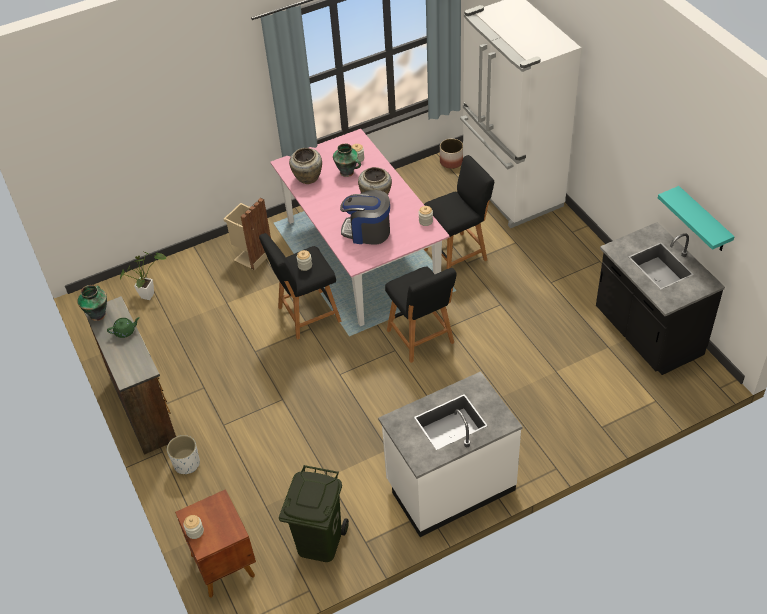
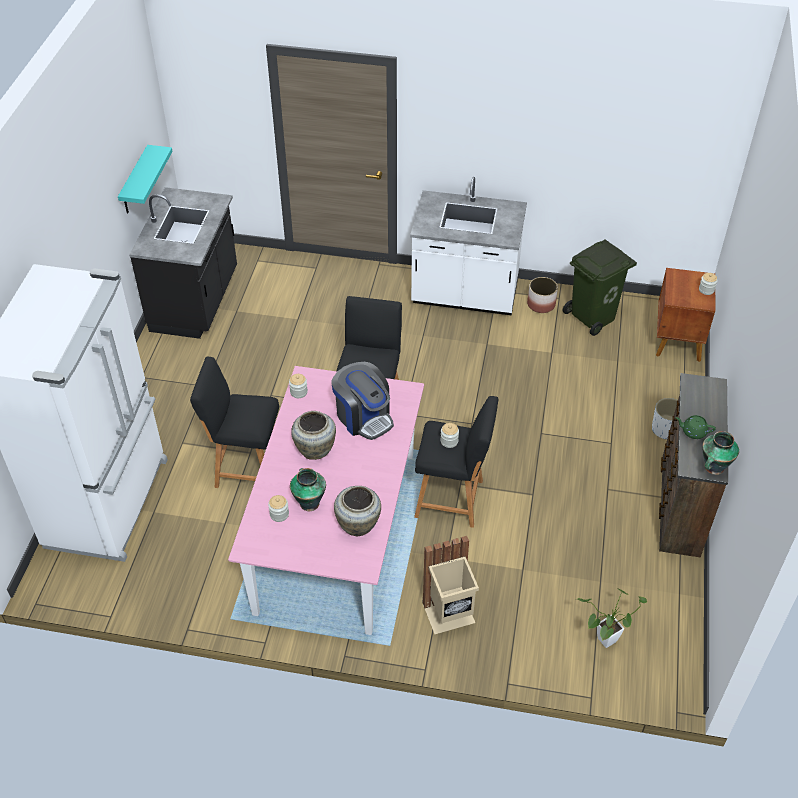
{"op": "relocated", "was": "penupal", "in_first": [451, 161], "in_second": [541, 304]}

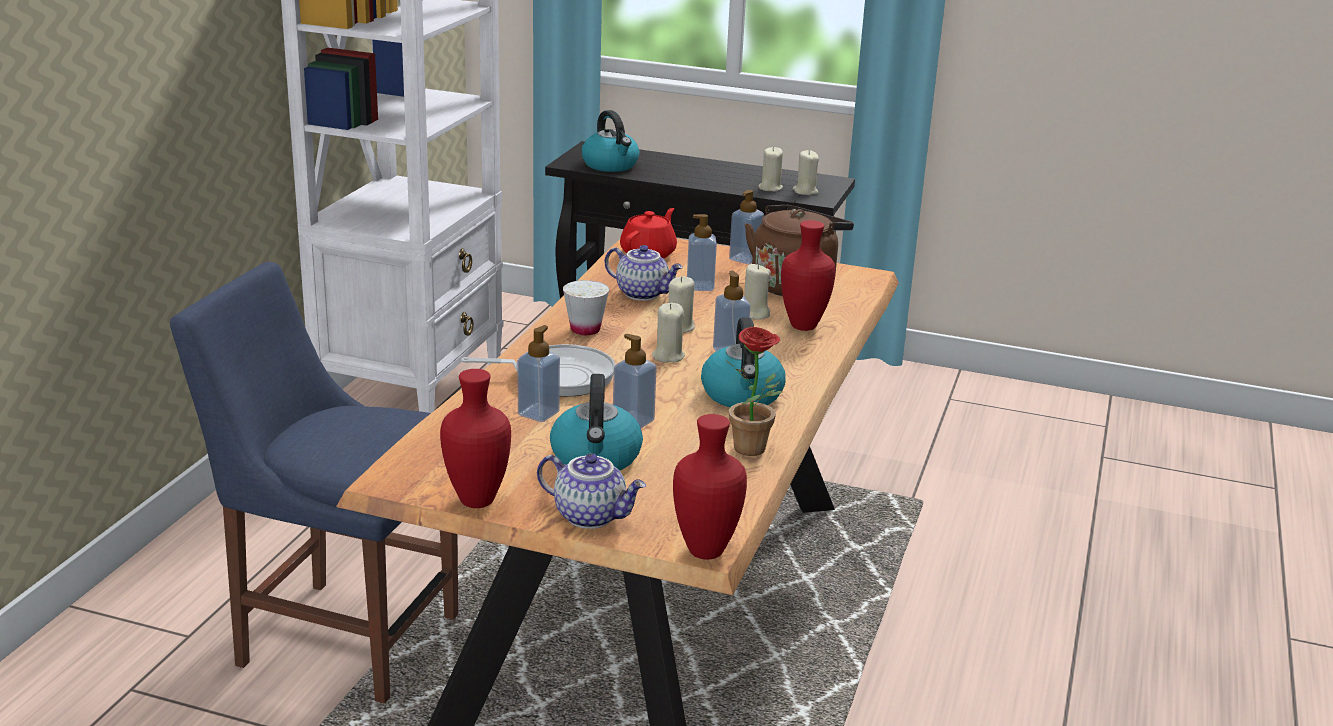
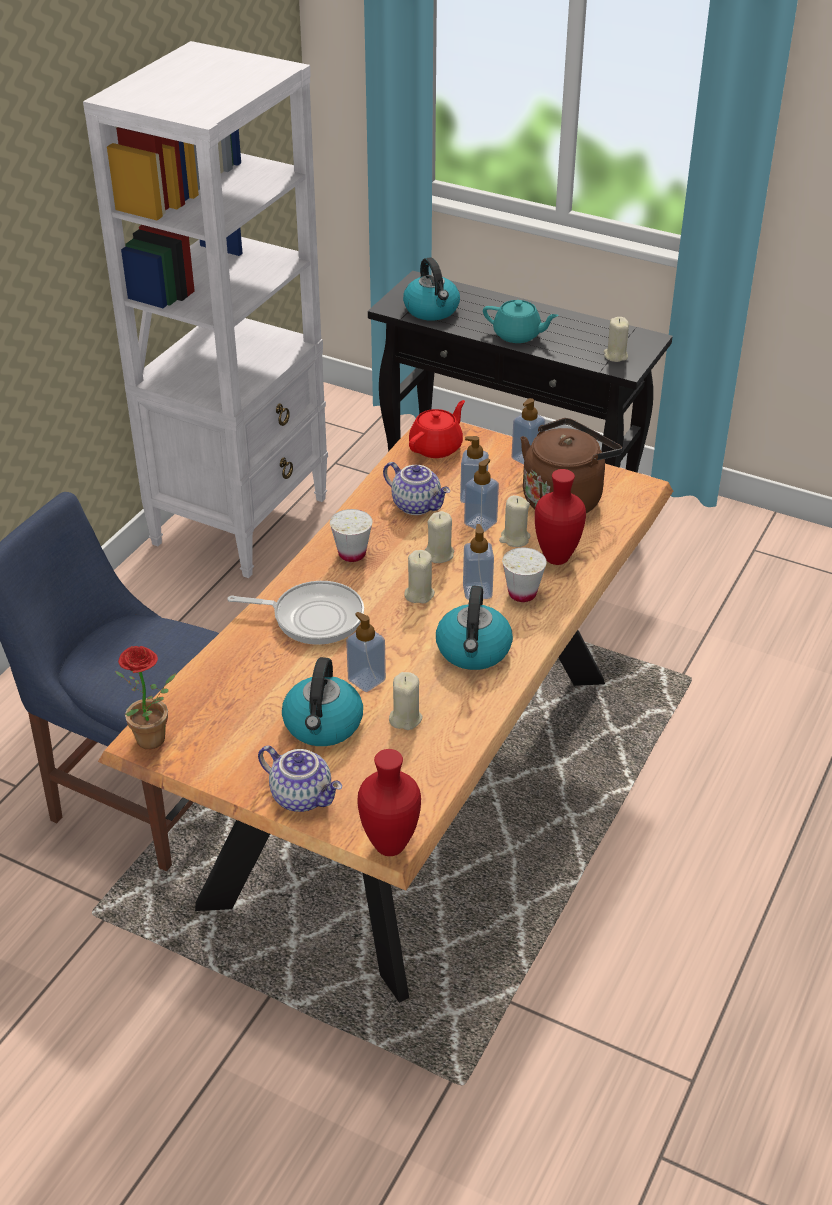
{"op": "missing", "was": "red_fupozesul", "in_first": [479, 501]}
{"op": "appeared", "now": "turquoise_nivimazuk", "in_second": [518, 335]}
{"op": "appeared", "now": "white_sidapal", "in_second": [522, 593]}
{"op": "relocated", "was": "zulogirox", "in_first": [538, 413], "in_second": [480, 523]}
{"op": "relocated", "was": "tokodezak", "in_first": [755, 451], "in_second": [153, 743]}
{"op": "relocated", "was": "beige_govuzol", "in_first": [770, 188], "in_second": [405, 718]}

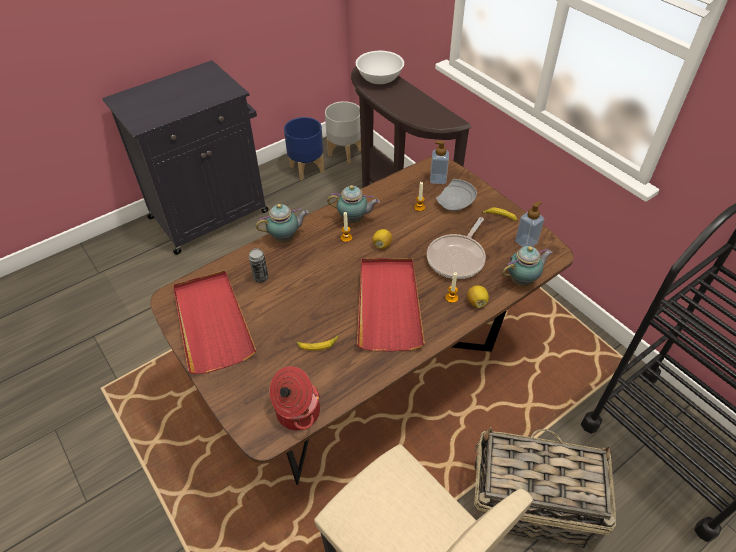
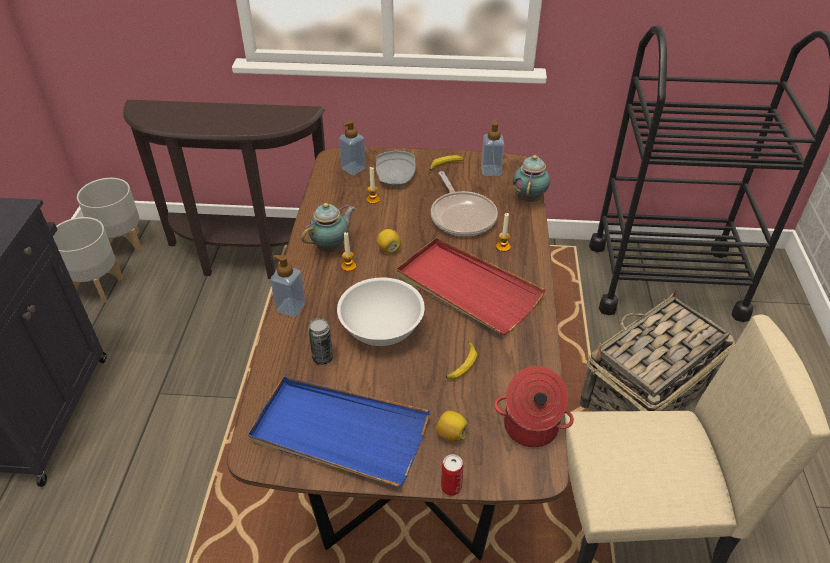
{"op": "appeared", "now": "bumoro", "in_second": [451, 487]}
{"op": "relocated", "was": "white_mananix", "in_first": [379, 78], "in_second": [381, 329]}
{"op": "relocated", "was": "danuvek", "in_first": [476, 302], "in_second": [451, 434]}
{"op": "exchanged", "was": "nivimazuk", "now": "zulogirox", "in_first": [286, 238], "in_second": [291, 307]}
{"op": "colour", "was": "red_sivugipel", "now": "blue_sivugipel", "in_first": [212, 322], "in_second": [339, 433]}
{"op": "colour", "was": "blue_penupal", "now": "grey_penupal", "in_first": [306, 169], "in_second": [97, 288]}

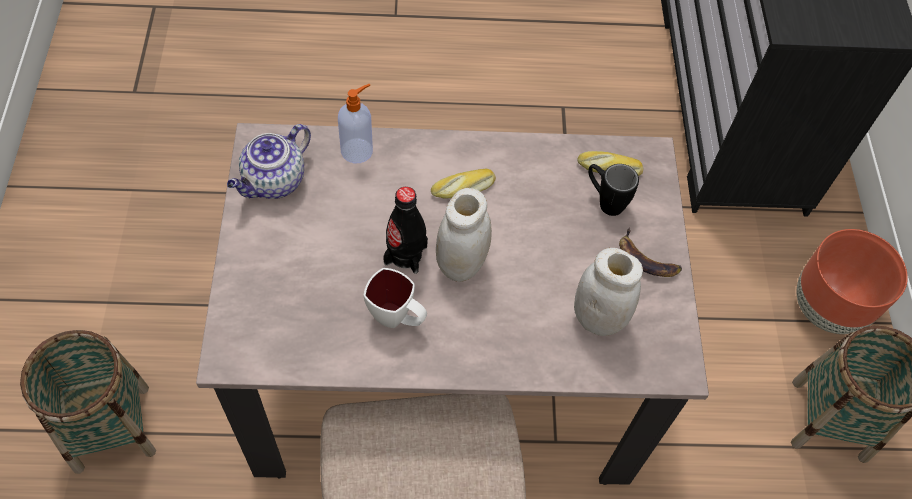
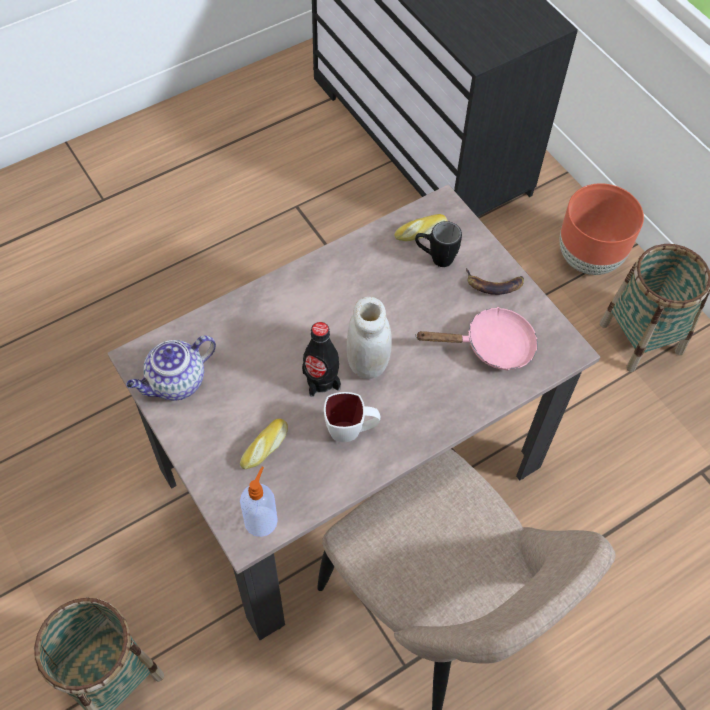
{"op": "relocated", "was": "zulogirox", "in_first": [358, 150], "in_second": [261, 520]}
{"op": "relocated", "was": "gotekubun", "in_first": [463, 189], "in_second": [265, 448]}
{"op": "exchanged", "was": "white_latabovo", "now": "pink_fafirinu", "in_first": [598, 318], "in_second": [491, 346]}
{"op": "spun", "was": "nivimazuk", "in_first": [274, 182], "in_second": [176, 383], "clockwise": 45}

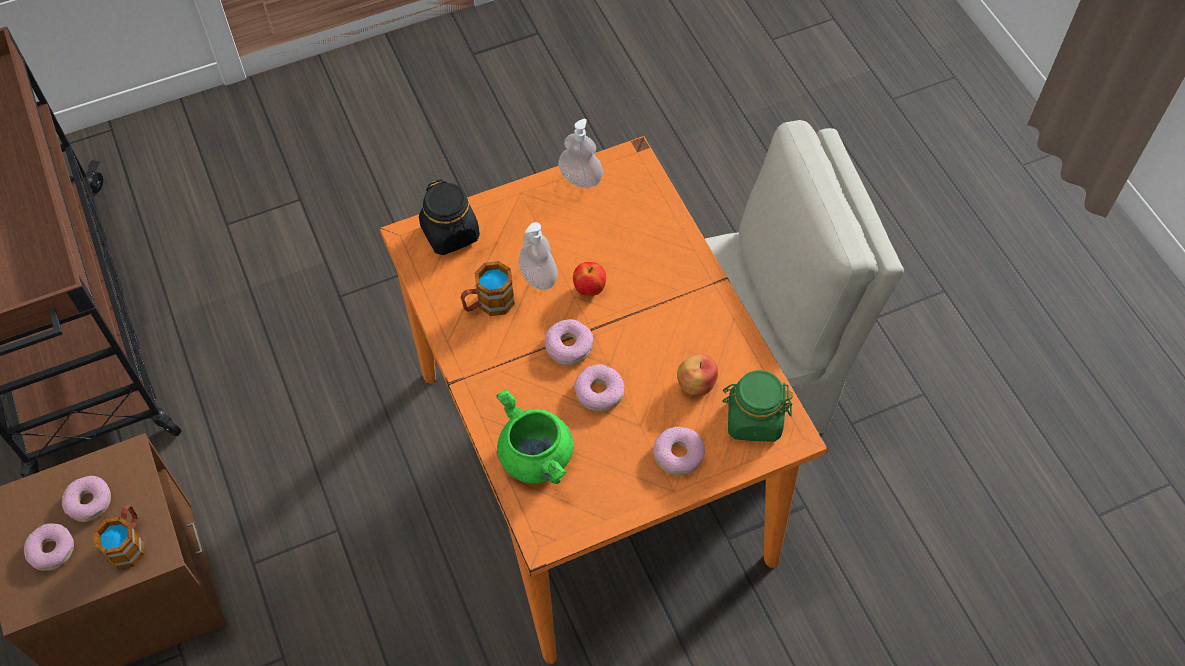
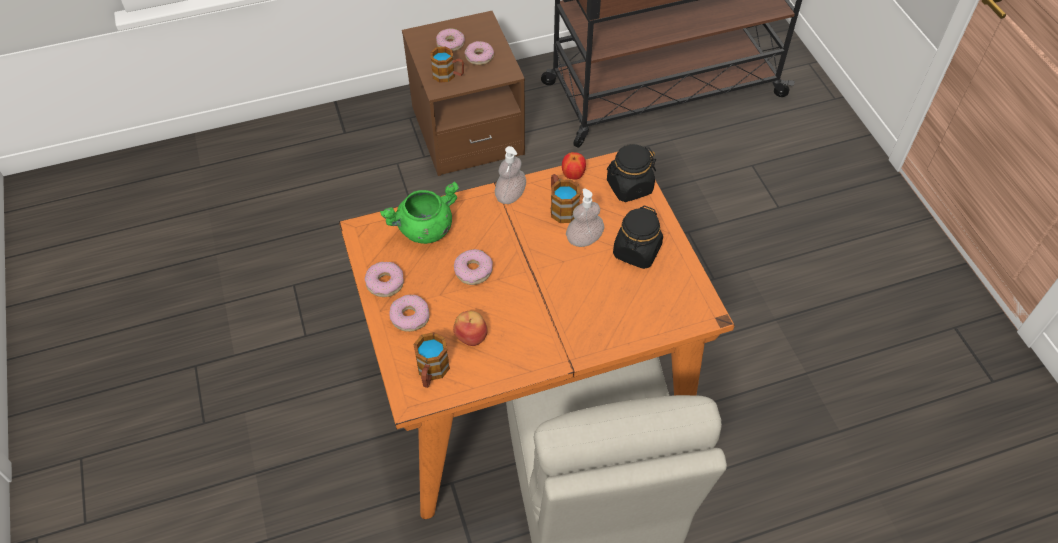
{"op": "appeared", "now": "black_latabovo", "in_second": [637, 251]}
{"op": "relocated", "was": "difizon", "in_first": [569, 346], "in_second": [385, 283]}
{"op": "relocated", "was": "zulogirox", "in_first": [580, 178], "in_second": [510, 195]}
{"op": "relocated", "was": "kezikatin", "in_first": [589, 289], "in_second": [573, 175]}
{"op": "exchanged", "was": "green_latabovo", "now": "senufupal", "in_first": [753, 419], "in_second": [431, 372]}

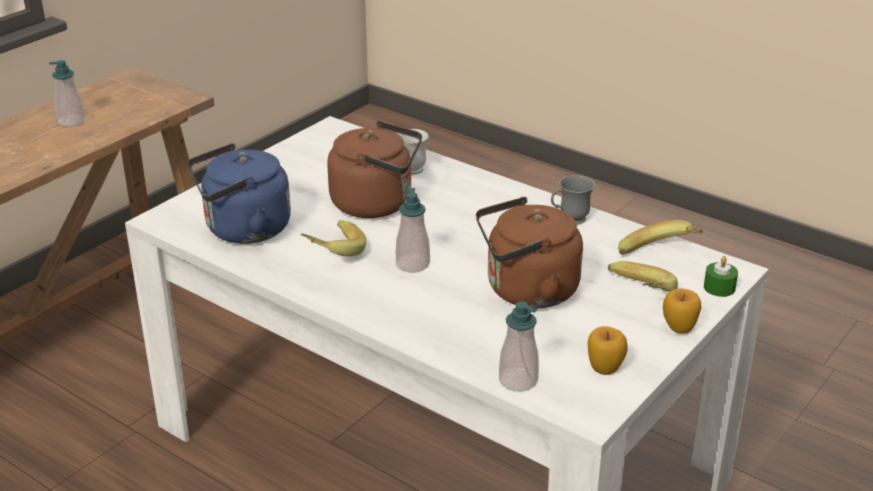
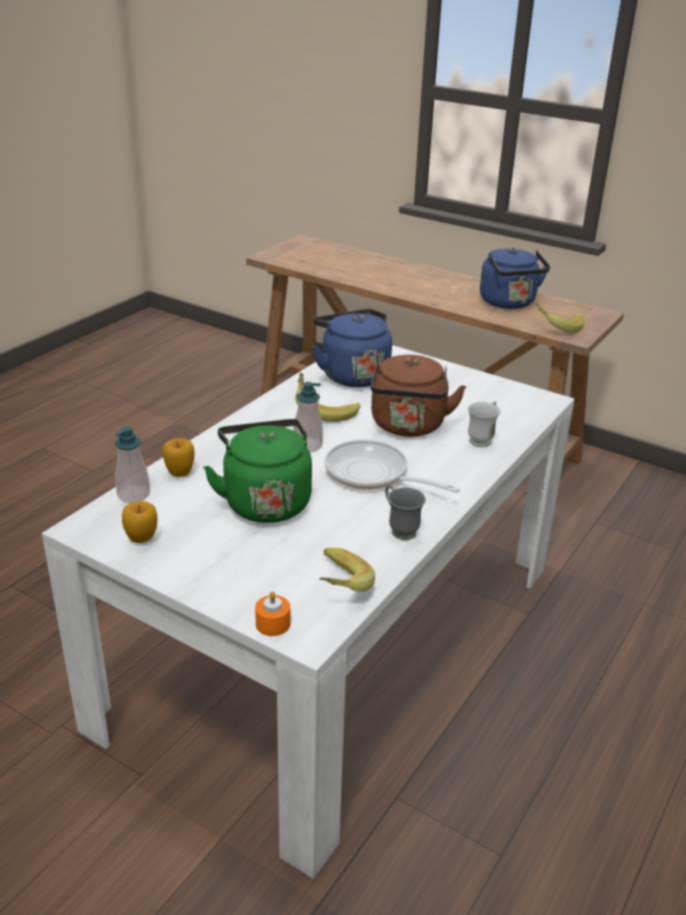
{"op": "appeared", "now": "fafirinu", "in_second": [372, 474]}
{"op": "relocated", "was": "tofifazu", "in_first": [636, 295], "in_second": [557, 327]}
{"op": "relocated", "was": "kezikatin", "in_first": [679, 328], "in_second": [180, 472]}
{"op": "exchanged", "was": "zulogirox", "now": "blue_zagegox", "in_first": [71, 121], "in_second": [509, 303]}
{"op": "colour", "was": "brown_zagegox", "now": "green_zagegox", "in_first": [526, 291], "in_second": [265, 501]}
{"op": "colour", "was": "green_govuzol", "now": "orange_govuzol", "in_first": [719, 287], "in_second": [273, 624]}

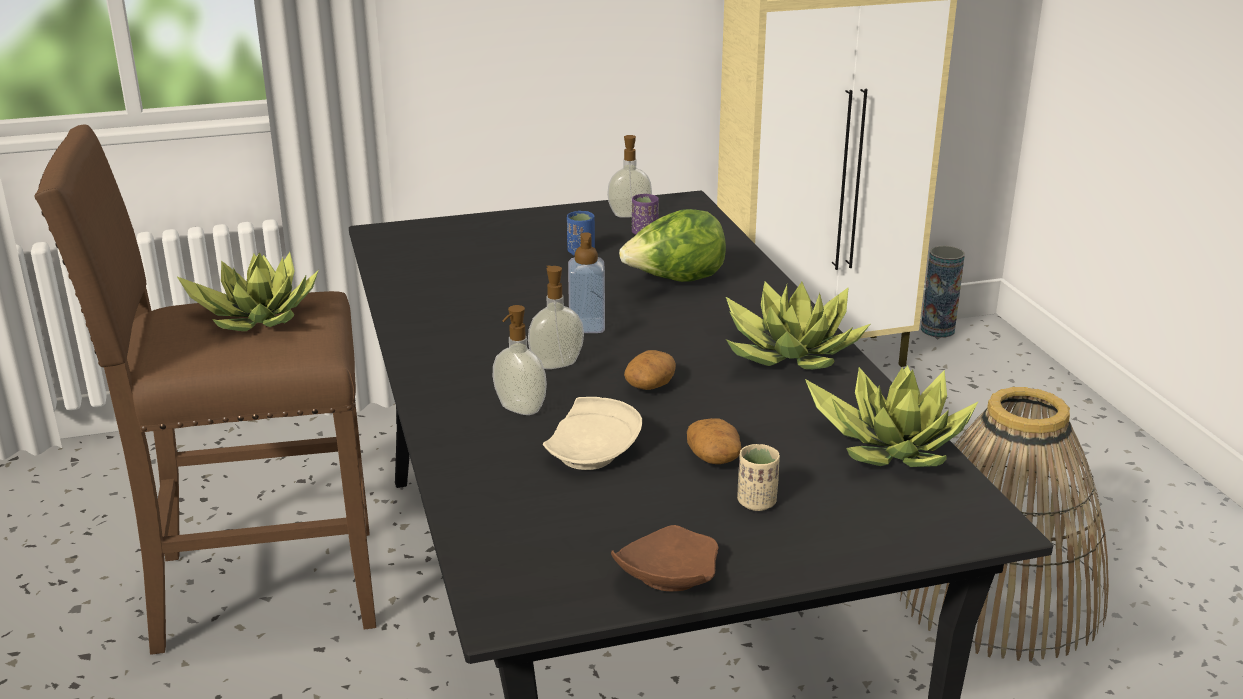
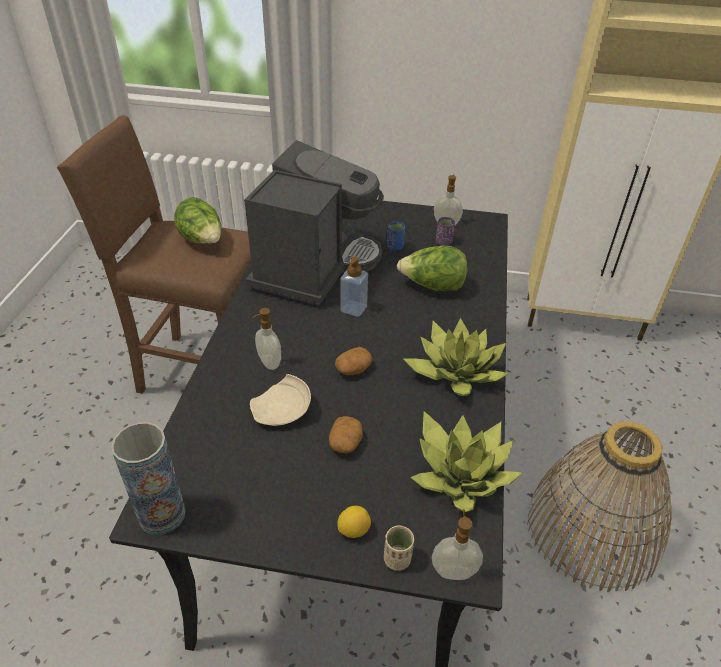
{"op": "missing", "was": "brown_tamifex", "in_first": [666, 578]}
{"op": "appeared", "now": "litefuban", "in_second": [314, 266]}
{"op": "appeared", "now": "danuvek", "in_second": [353, 530]}
{"op": "relocated", "was": "zulogirox", "in_first": [556, 363], "in_second": [454, 570]}
{"op": "relocated", "was": "beige_sidapal", "in_first": [756, 502], "in_second": [397, 559]}
{"op": "relocated", "was": "fupozesul", "in_first": [937, 330], "in_second": [162, 514]}
{"op": "exchanged", "was": "tokodezak", "now": "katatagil", "in_first": [256, 315], "in_second": [202, 241]}

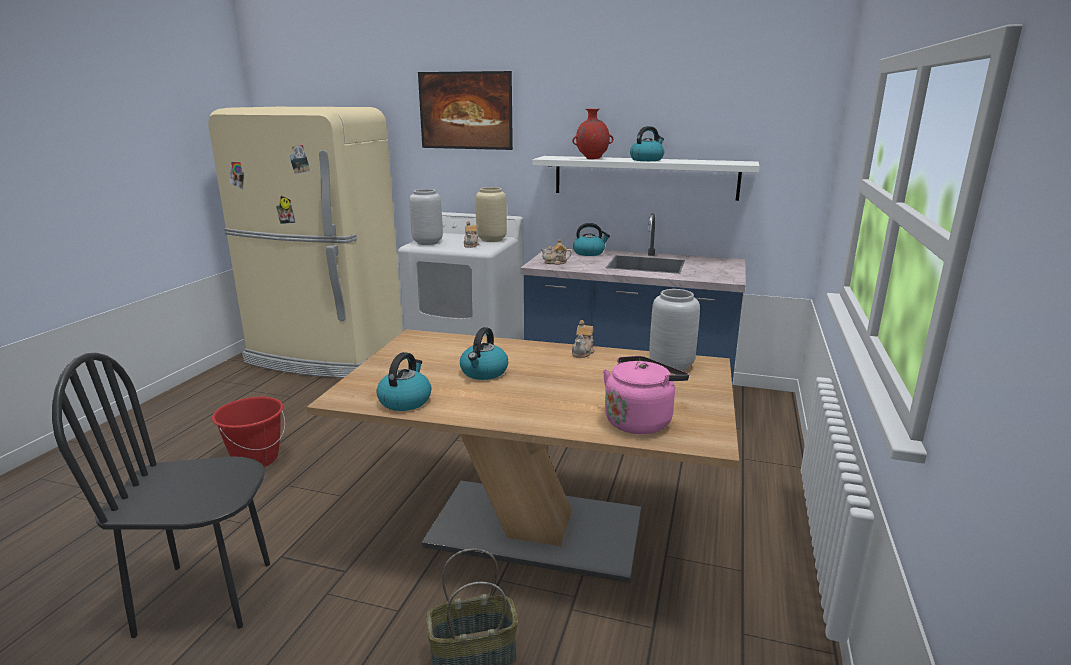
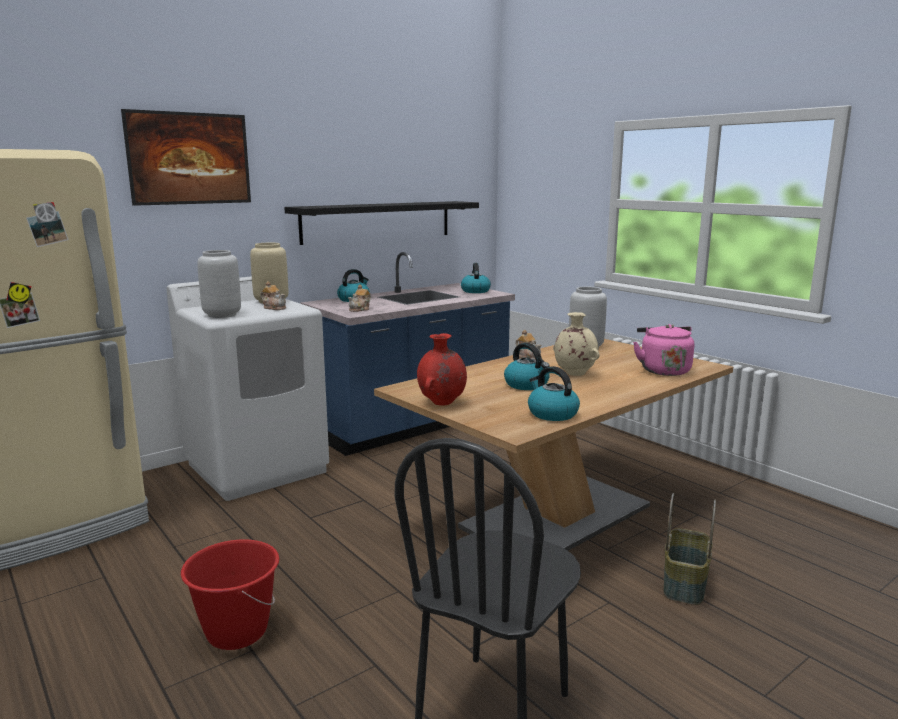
{"op": "appeared", "now": "beige_fupozesul", "in_second": [574, 374]}
{"op": "relocated", "was": "red_fupozesul", "in_first": [592, 159], "in_second": [442, 403]}
{"op": "relocated", "was": "zagegox", "in_first": [647, 160], "in_second": [475, 291]}
{"op": "colour", "was": "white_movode", "now": "black_movode", "in_first": [645, 177], "in_second": [378, 221]}

